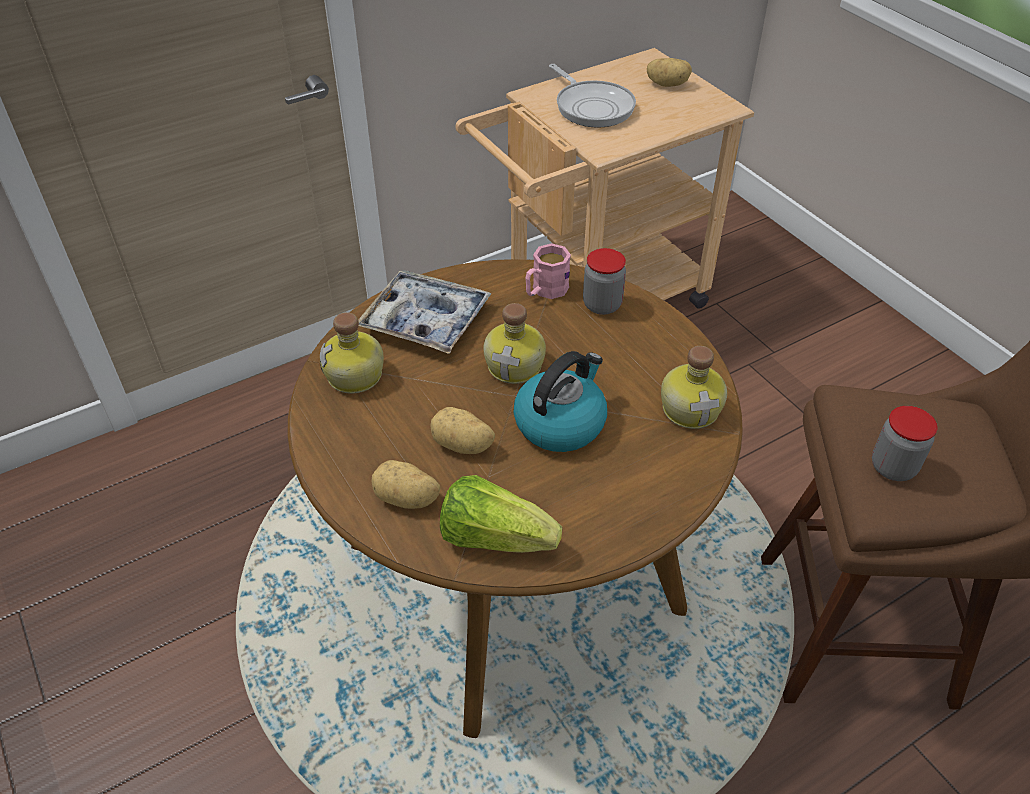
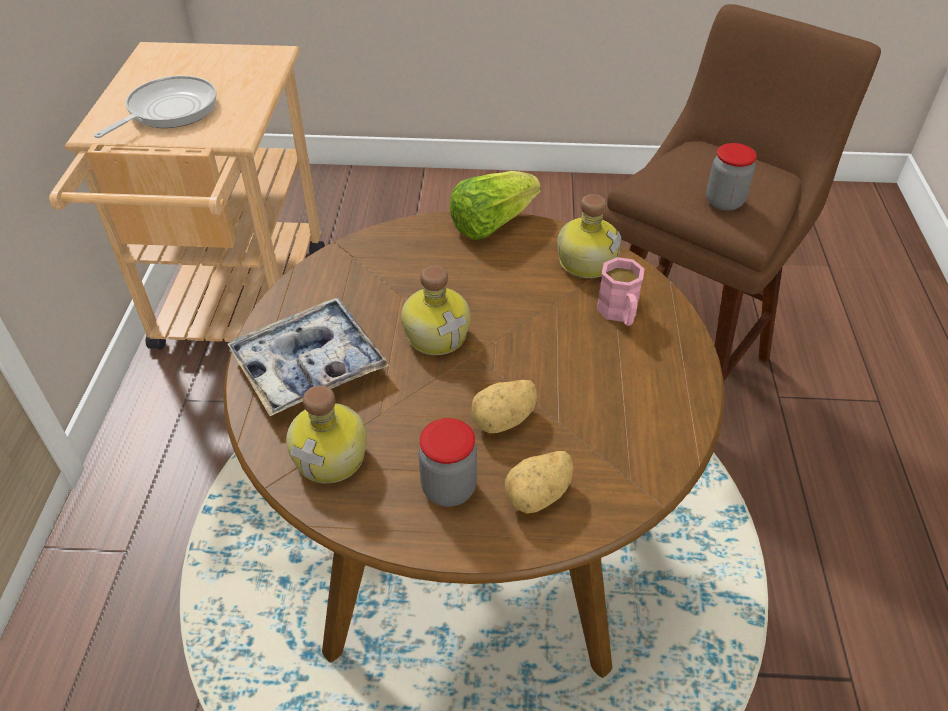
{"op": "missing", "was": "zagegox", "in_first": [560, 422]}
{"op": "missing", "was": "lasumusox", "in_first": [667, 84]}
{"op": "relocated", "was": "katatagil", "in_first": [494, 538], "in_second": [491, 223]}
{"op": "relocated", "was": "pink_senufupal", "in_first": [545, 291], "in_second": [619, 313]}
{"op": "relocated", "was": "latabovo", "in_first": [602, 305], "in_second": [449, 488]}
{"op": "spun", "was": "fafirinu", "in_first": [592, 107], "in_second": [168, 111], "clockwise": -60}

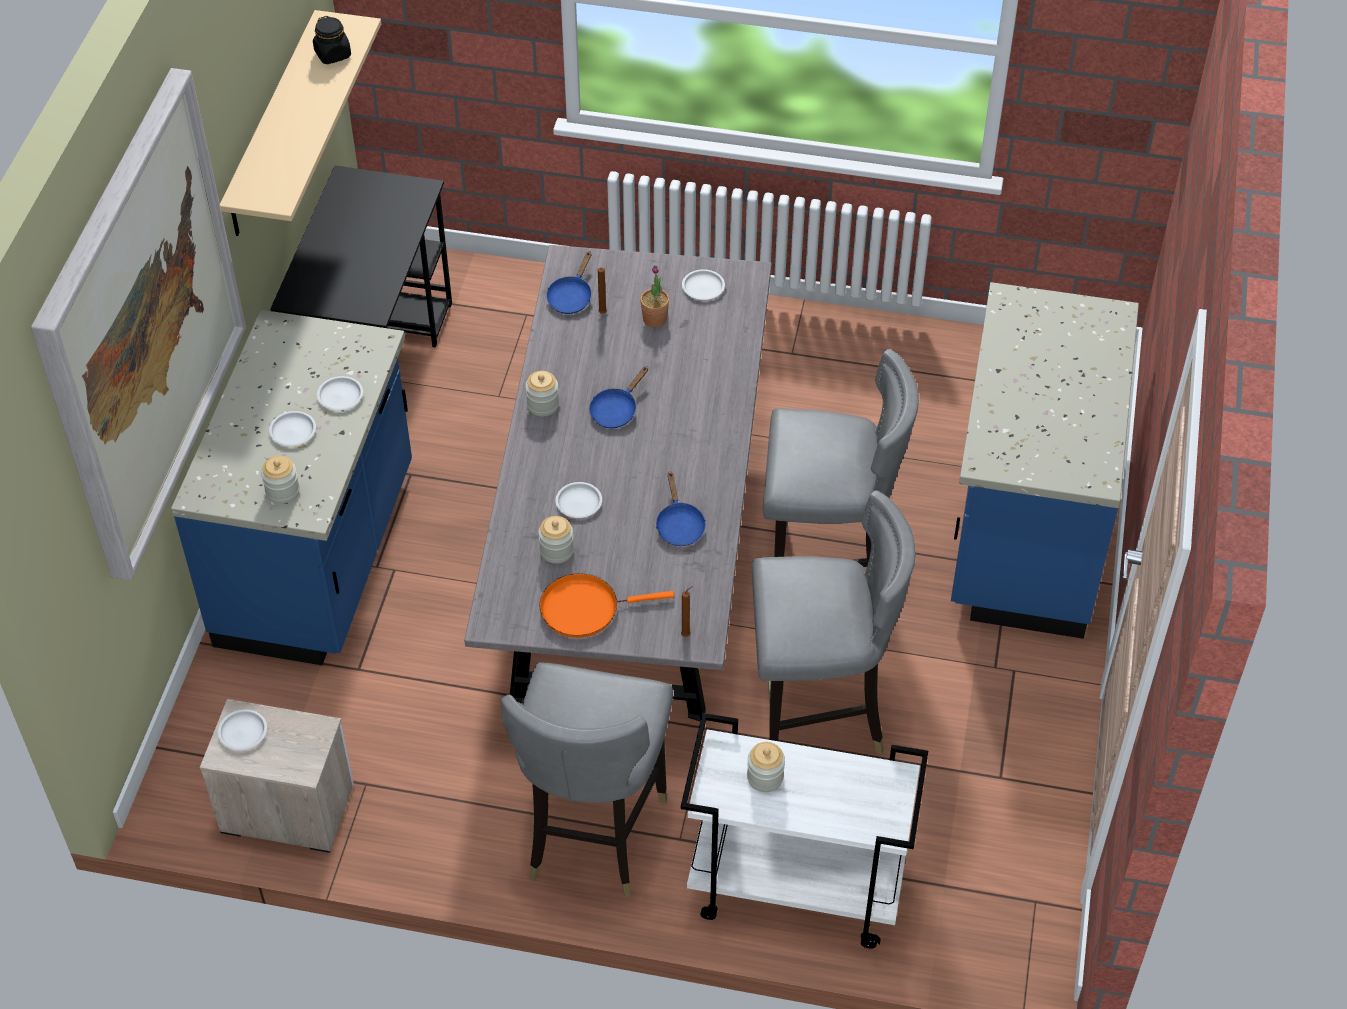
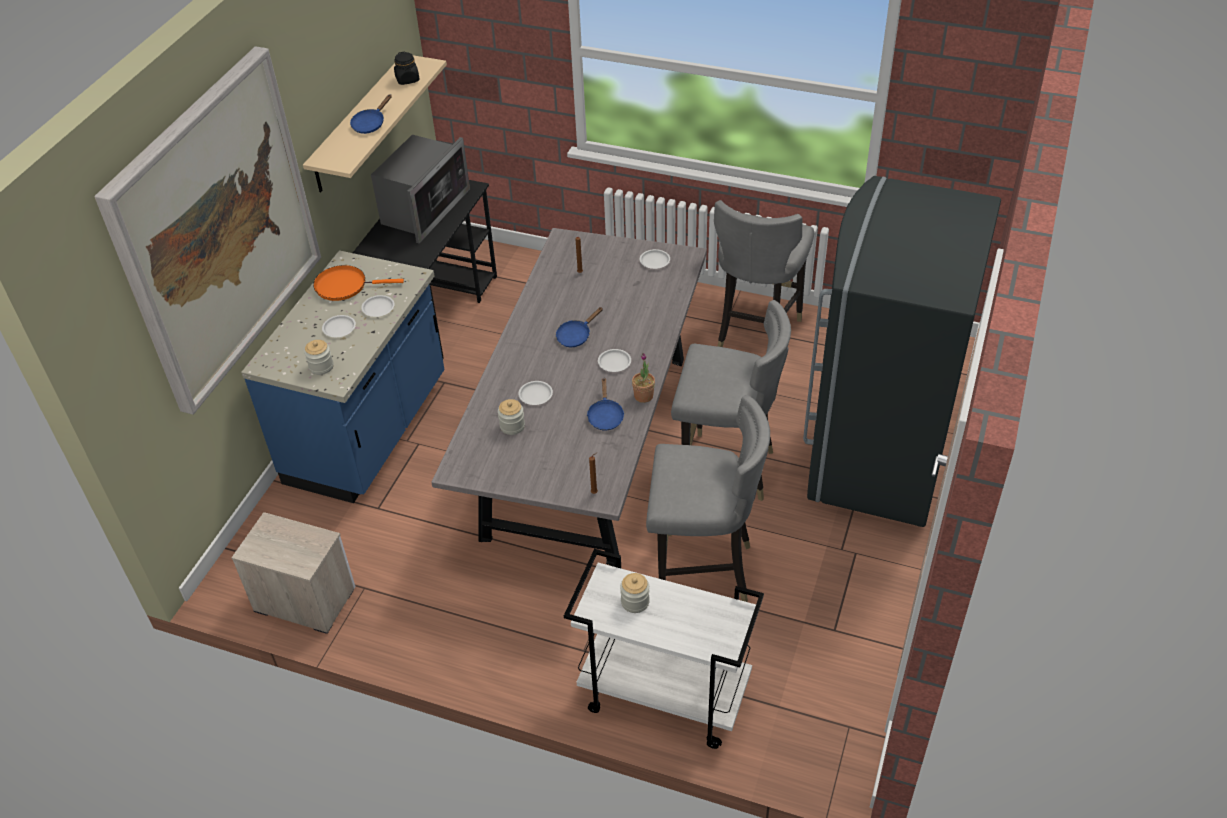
{"op": "missing", "was": "latabovo", "in_first": [543, 405]}
{"op": "appeared", "now": "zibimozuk", "in_second": [423, 209]}
{"op": "relocated", "was": "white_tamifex", "in_first": [242, 732], "in_second": [614, 362]}
{"op": "relocated", "was": "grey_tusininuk", "in_first": [592, 833], "in_second": [755, 332]}
{"op": "relocated", "was": "orange_fafirinu", "in_first": [585, 608], "in_second": [345, 286]}
{"op": "relocated", "was": "blue_fafirinu", "in_first": [571, 297], "in_second": [370, 124]}
{"op": "relocated", "was": "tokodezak", "in_first": [654, 319], "in_second": [643, 396]}
{"op": "exchanged", "was": "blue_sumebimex", "now": "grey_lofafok", "in_first": [1024, 529], "in_second": [877, 454]}

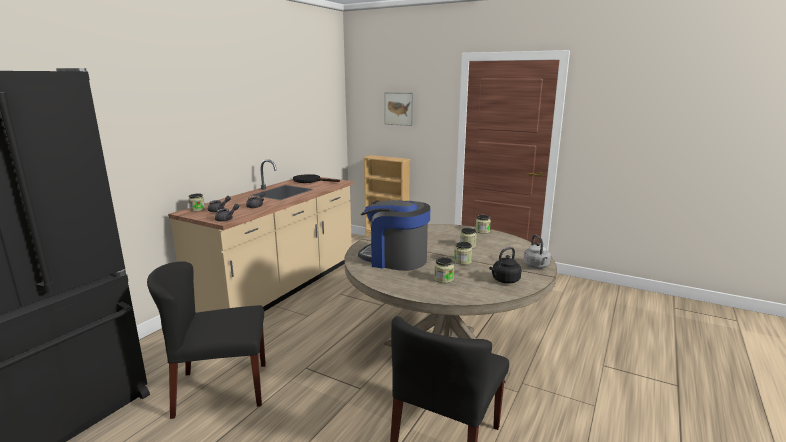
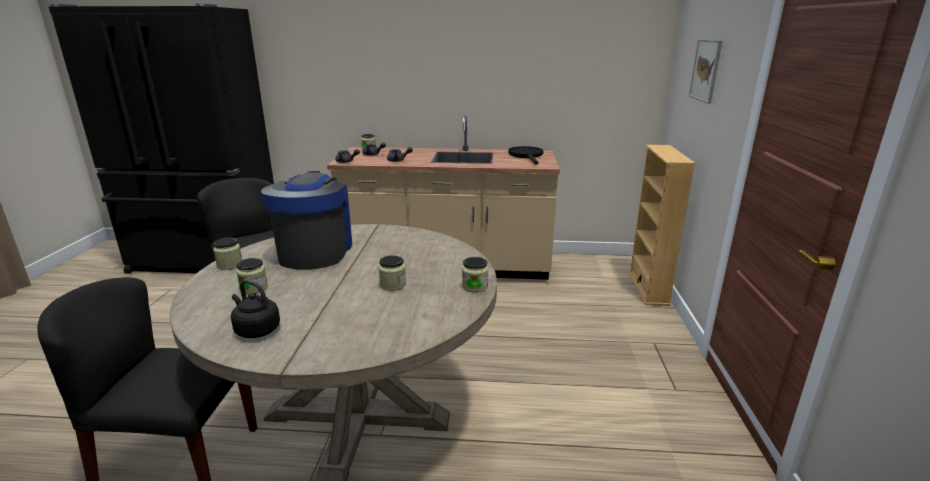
{"op": "missing", "was": "grey_zagegox", "in_first": [536, 266]}
{"op": "relocated", "was": "latabovo", "in_first": [462, 261], "in_second": [230, 265]}

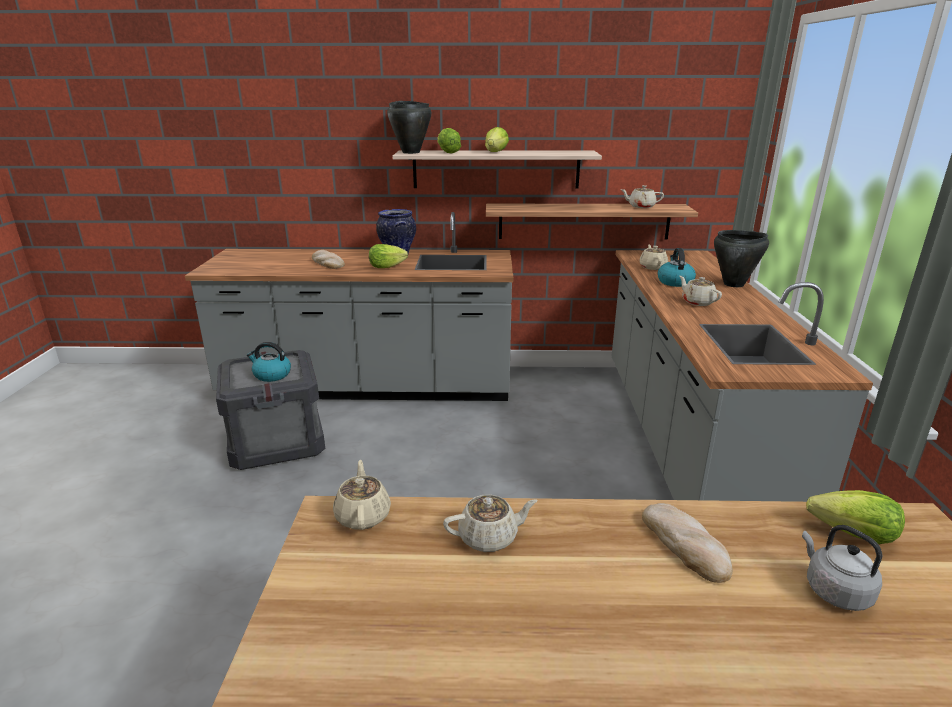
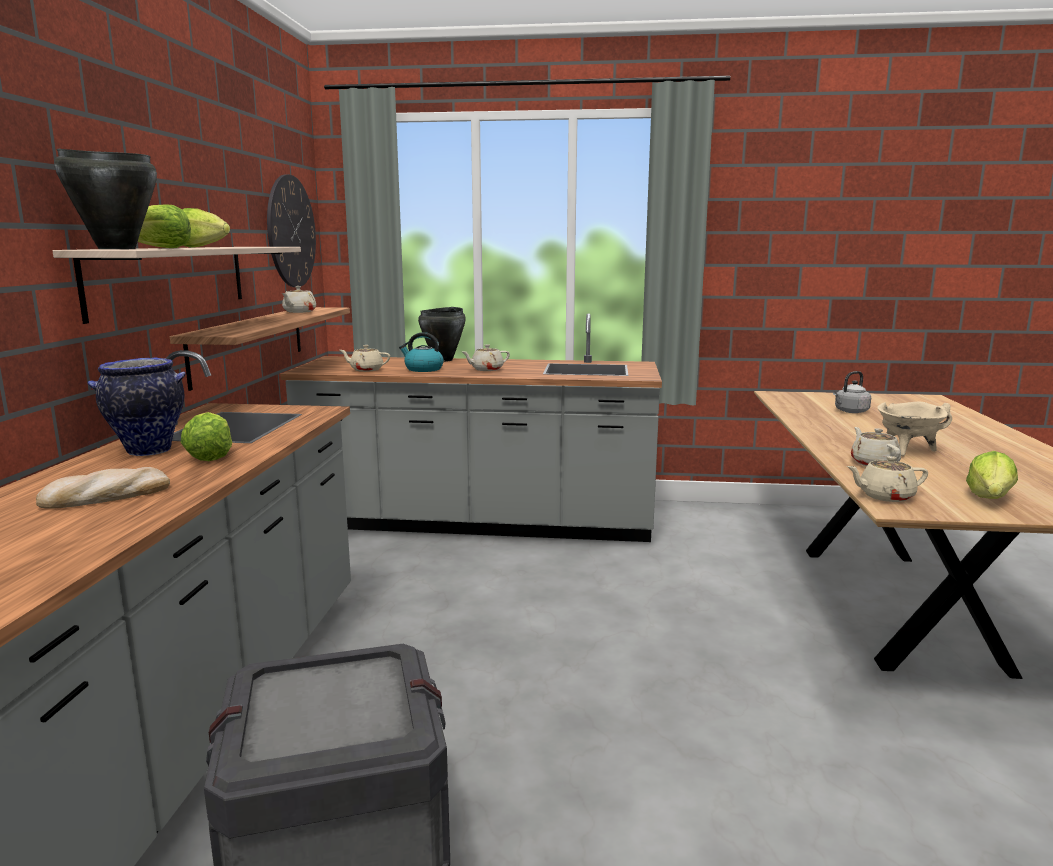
{"op": "missing", "was": "zagegox", "in_first": [271, 375]}
{"op": "missing", "was": "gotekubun", "in_first": [685, 544]}
{"op": "appeared", "now": "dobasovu", "in_second": [291, 231]}
{"op": "appeared", "now": "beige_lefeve", "in_second": [907, 451]}
{"op": "relocated", "was": "katatagil", "in_first": [853, 535], "in_second": [989, 498]}

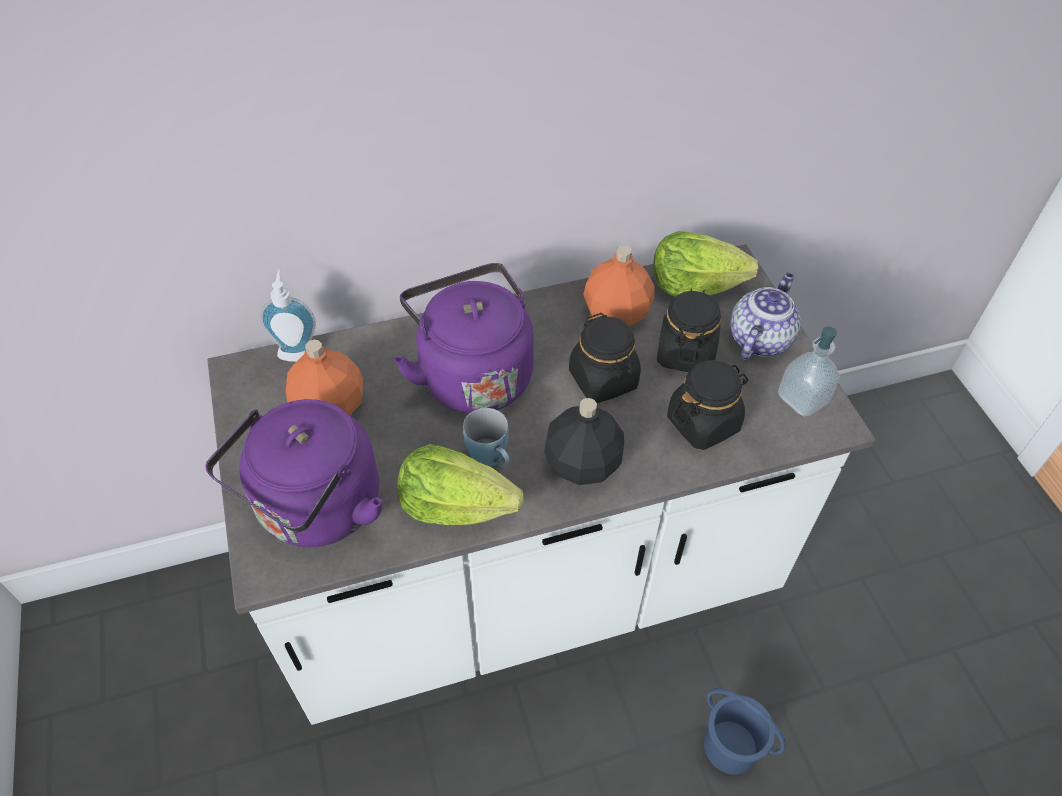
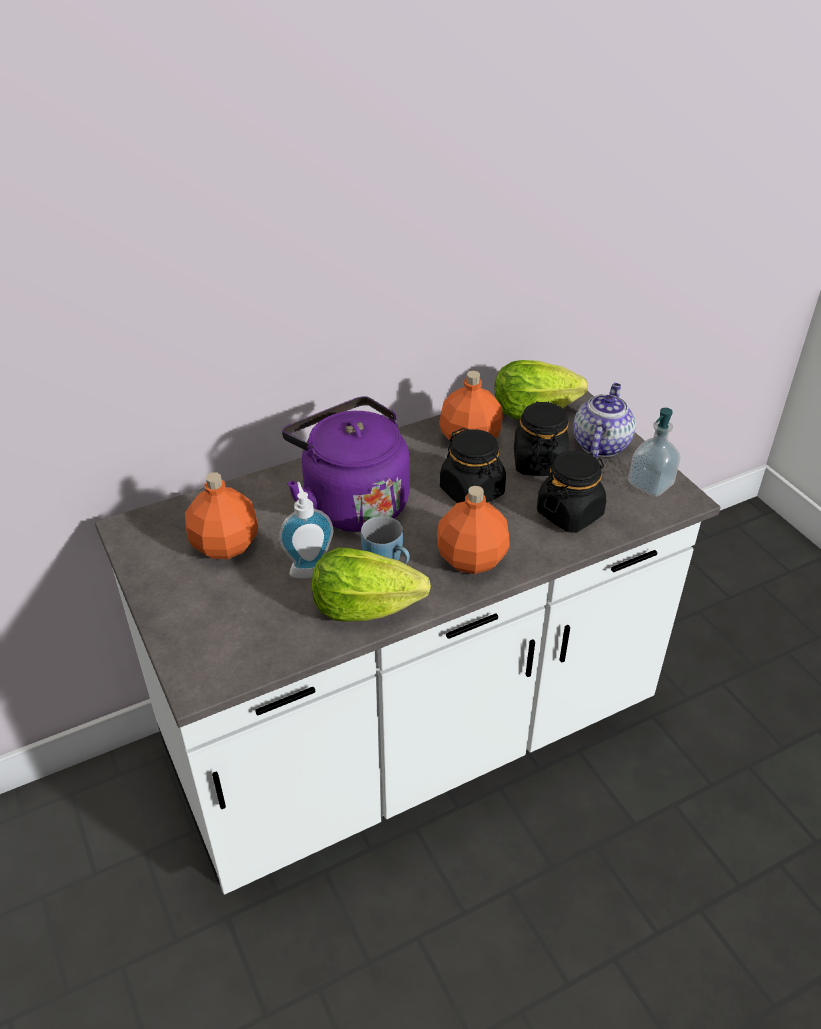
{"op": "missing", "was": "purple_zagegox", "in_first": [315, 510]}
{"op": "missing", "was": "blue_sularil", "in_first": [730, 745]}
{"op": "relocated", "was": "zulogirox", "in_first": [298, 350], "in_second": [309, 567]}
{"op": "colour", "was": "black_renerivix", "now": "orange_renerivix", "in_first": [583, 465], "in_second": [472, 559]}

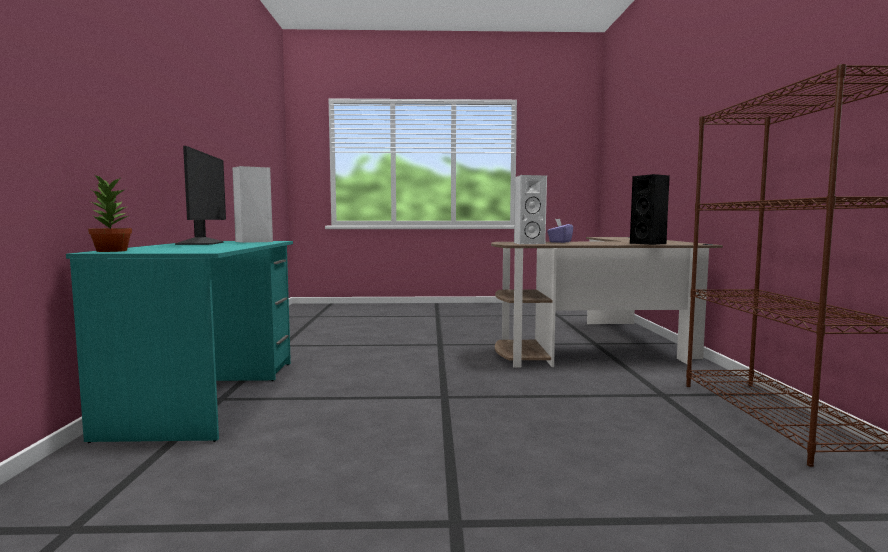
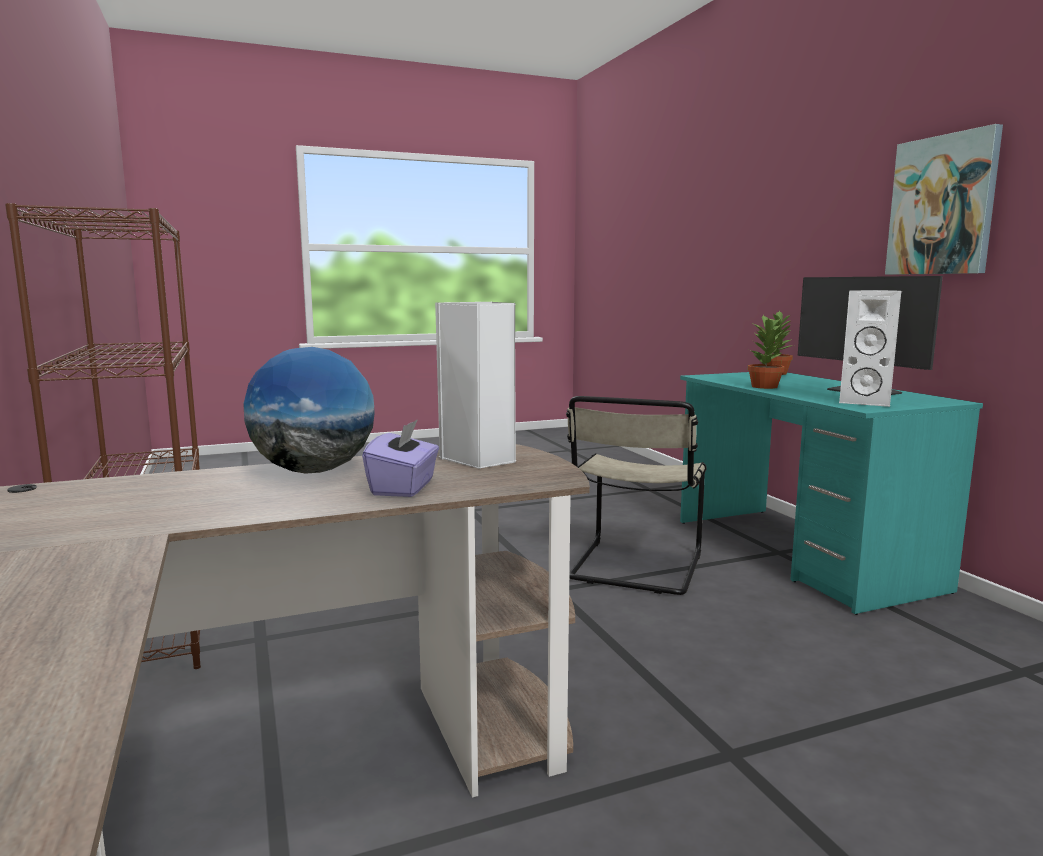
{"op": "missing", "was": "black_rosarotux", "in_first": [649, 244]}
{"op": "appeared", "now": "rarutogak", "in_second": [314, 471]}
{"op": "appeared", "now": "beige_tusininuk", "in_second": [634, 569]}
{"op": "appeared", "now": "tokodezak", "in_second": [765, 386]}
{"op": "appeared", "now": "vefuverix", "in_second": [942, 205]}

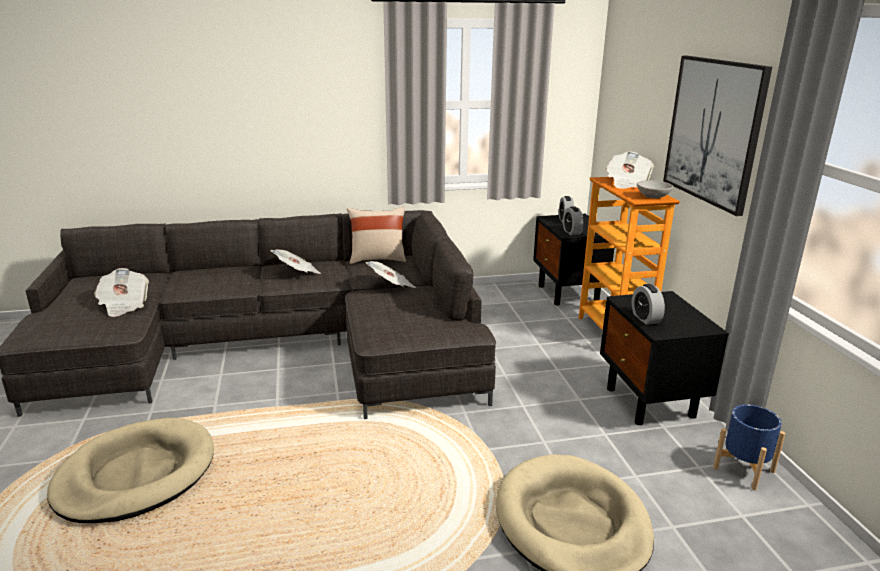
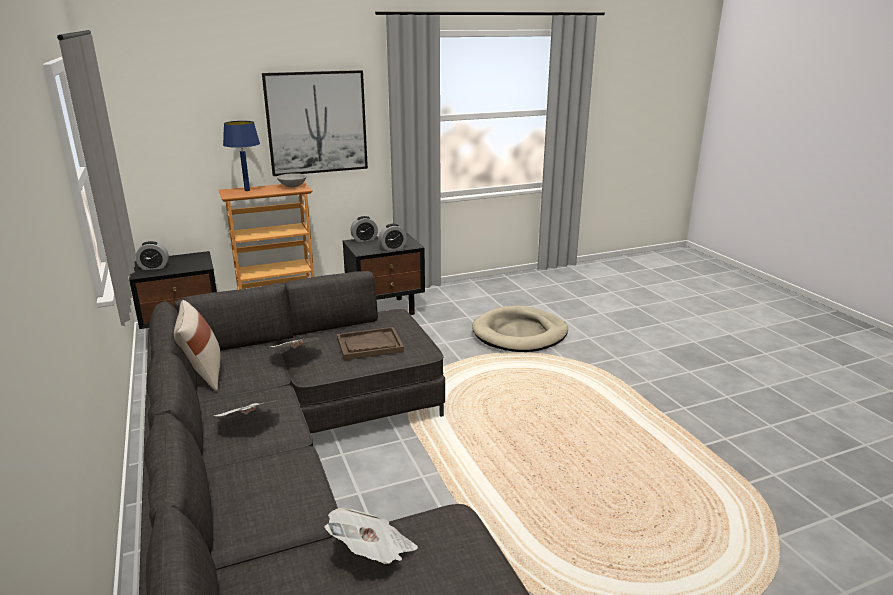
{"op": "missing", "was": "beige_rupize", "in_first": [136, 475]}
{"op": "missing", "was": "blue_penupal", "in_first": [744, 470]}
{"op": "appeared", "now": "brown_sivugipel", "in_second": [369, 345]}
{"op": "relocated", "was": "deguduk", "in_first": [571, 232], "in_second": [364, 239]}
{"op": "exchanged", "was": "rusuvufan", "now": "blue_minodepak", "in_first": [627, 183], "in_second": [247, 190]}

